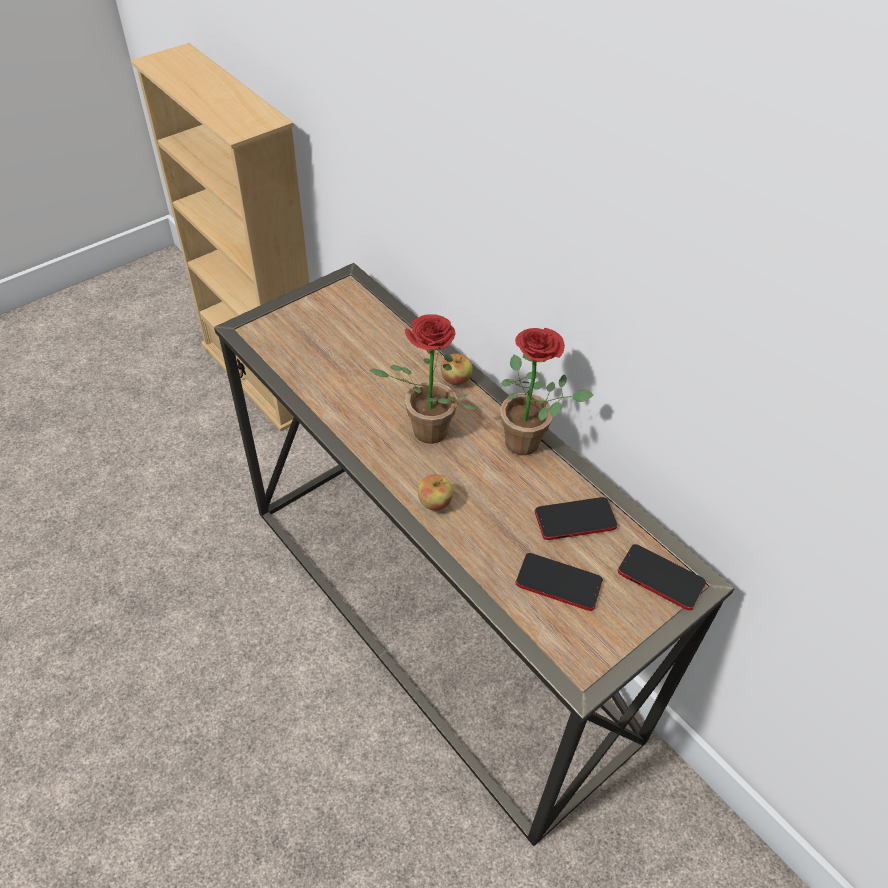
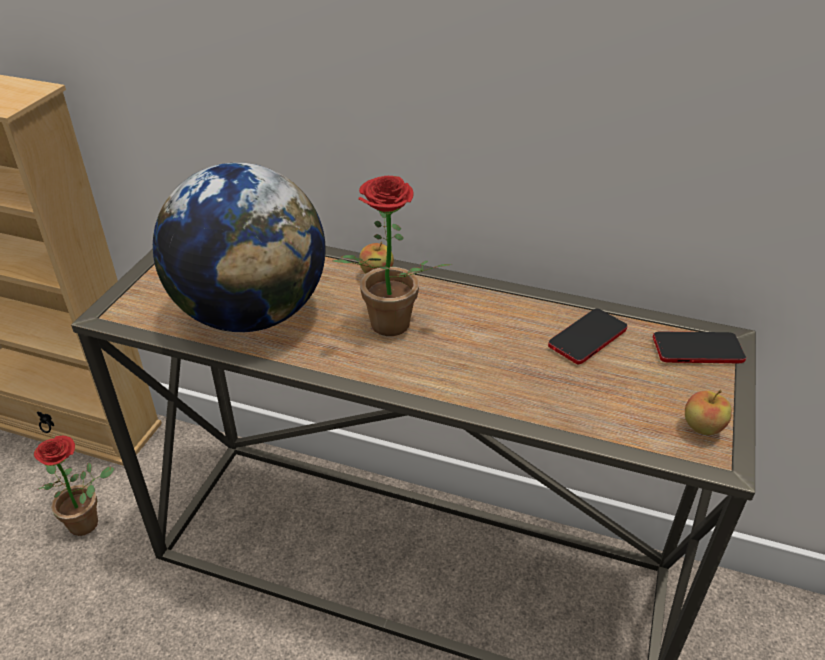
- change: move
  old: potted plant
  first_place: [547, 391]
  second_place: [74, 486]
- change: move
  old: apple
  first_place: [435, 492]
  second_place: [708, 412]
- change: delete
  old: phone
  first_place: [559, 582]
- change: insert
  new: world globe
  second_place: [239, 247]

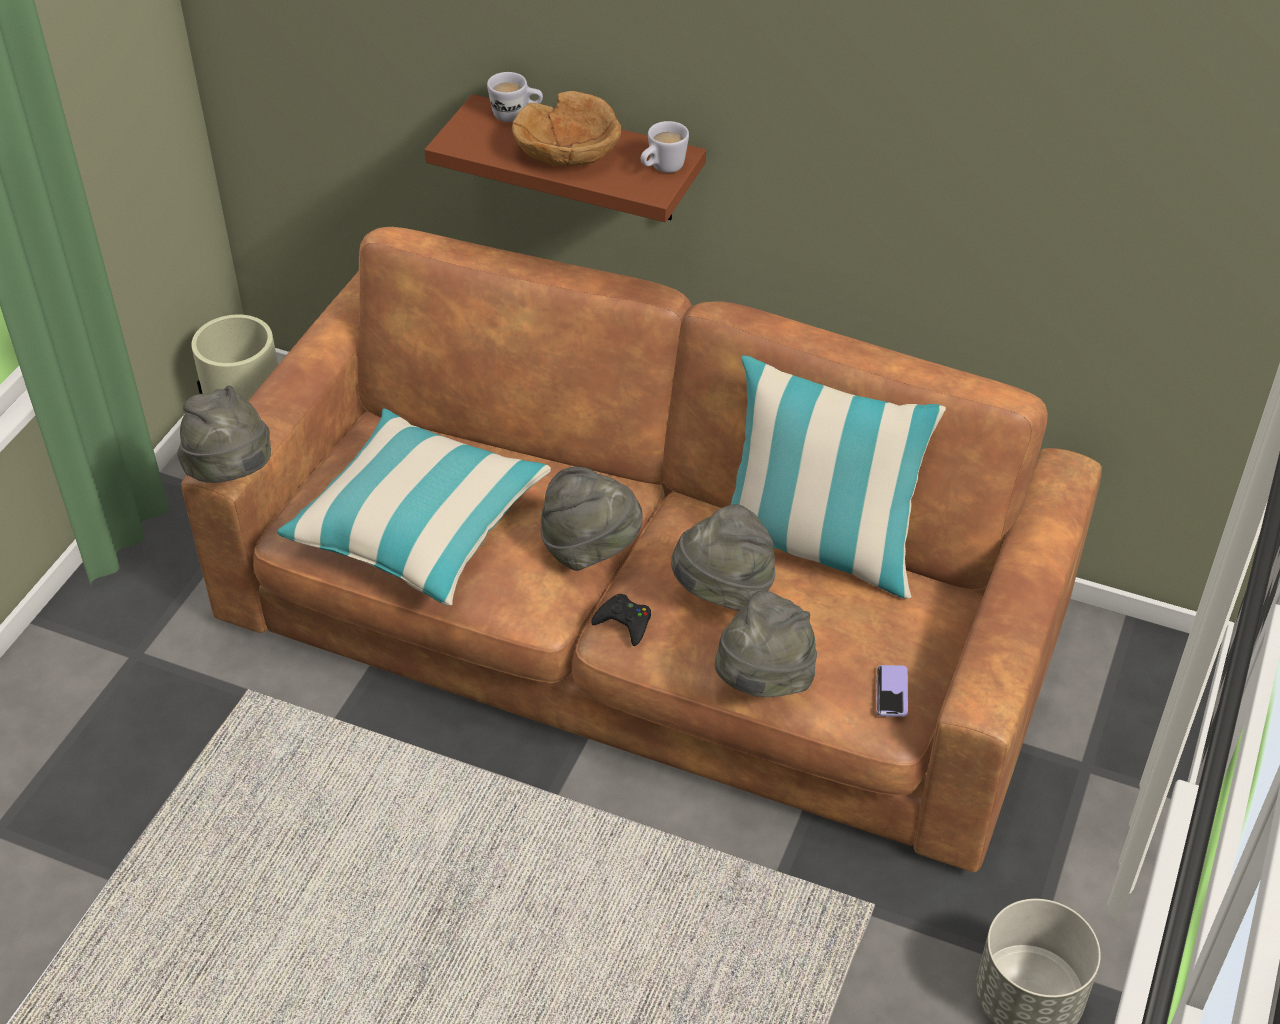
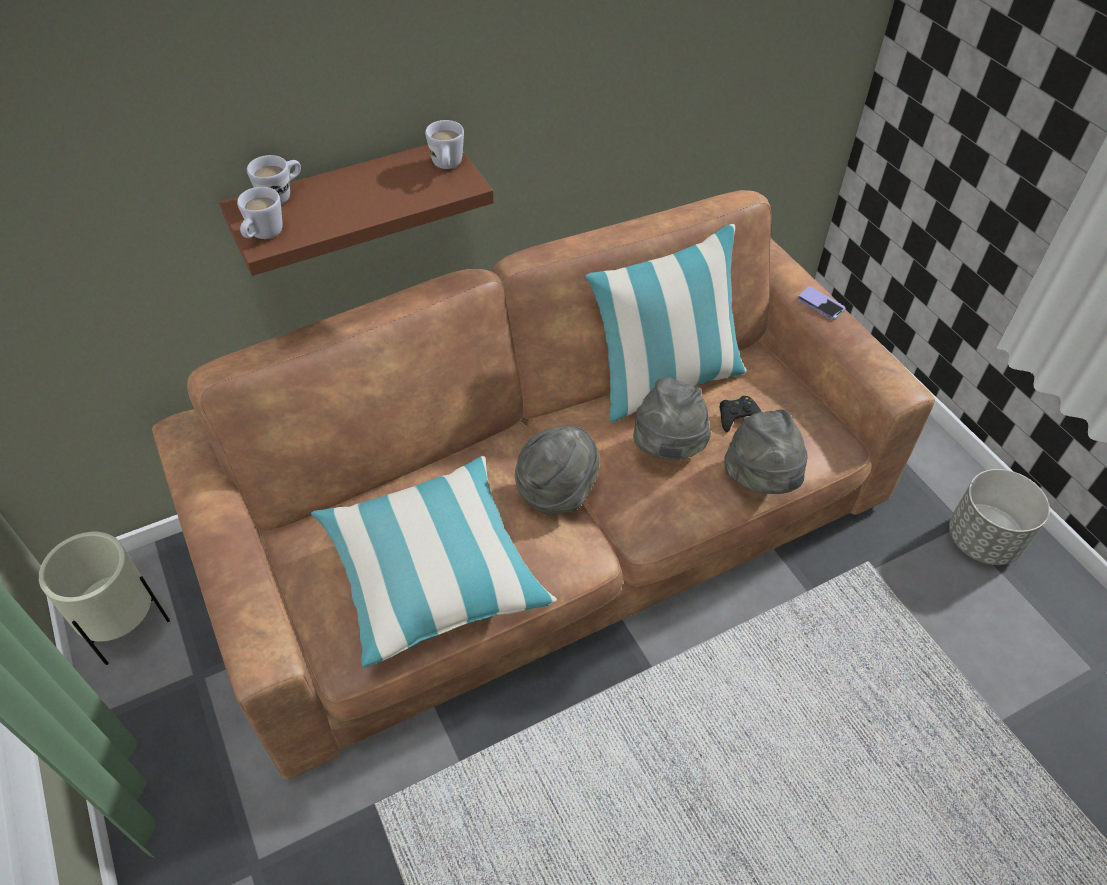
- change: delete
  old: serving bowl (brown-coloured)
  first_place: [566, 128]
- change: delete
  old: clothing hat (gray)
  first_place: [224, 434]
- change: move
  old: game controller (blackish)
  first_place: [621, 620]
  second_place: [741, 414]
- change: move
  old: phone
  first_place: [892, 691]
  second_place: [821, 303]
- change: insert
  new: mug (white)
  second_place: [260, 213]

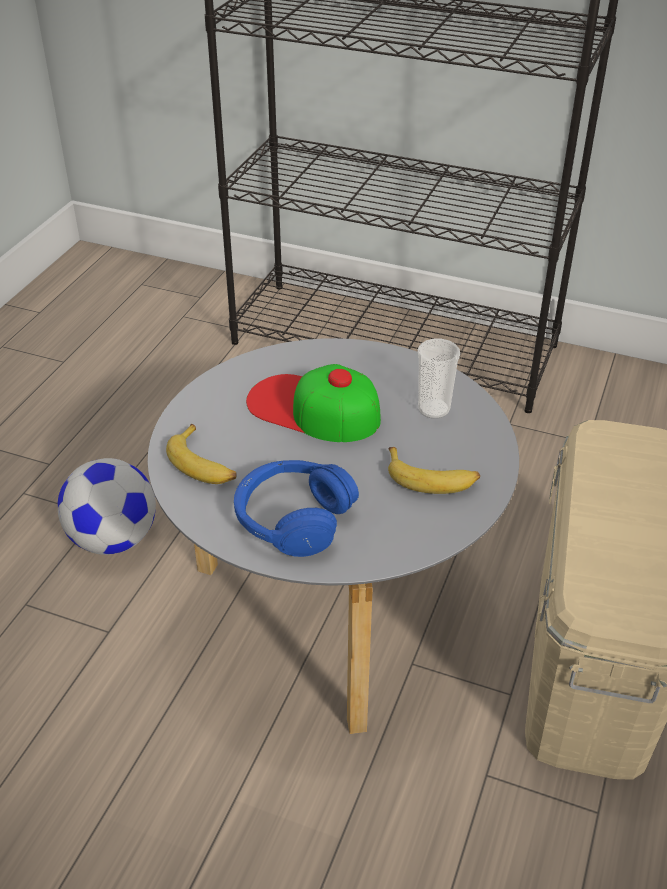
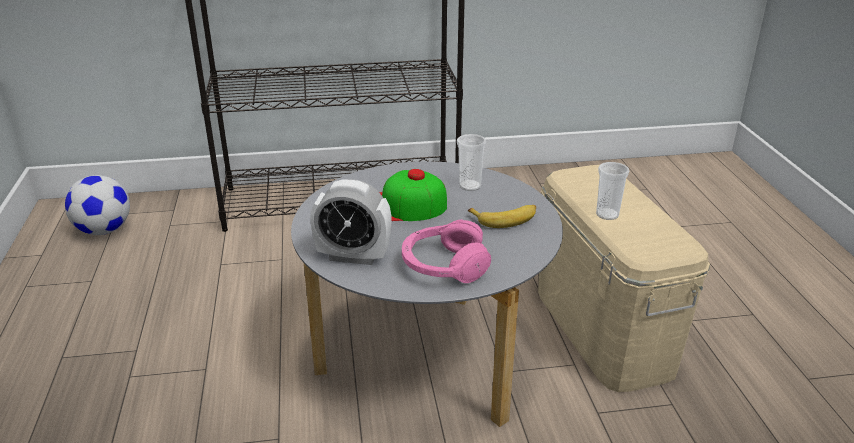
- change: replace
  old: banana
  new: bedside clock
  first_place: [201, 454]
  second_place: [350, 222]
- change: move
  old: ball for football
  first_place: [107, 506]
  second_place: [97, 205]
- change: recolor
  old: headphones (bluish)
  new: headphones (pink-coloured)
  first_place: [296, 508]
  second_place: [446, 251]
- change: insert
  new: small cup
  second_place: [612, 191]

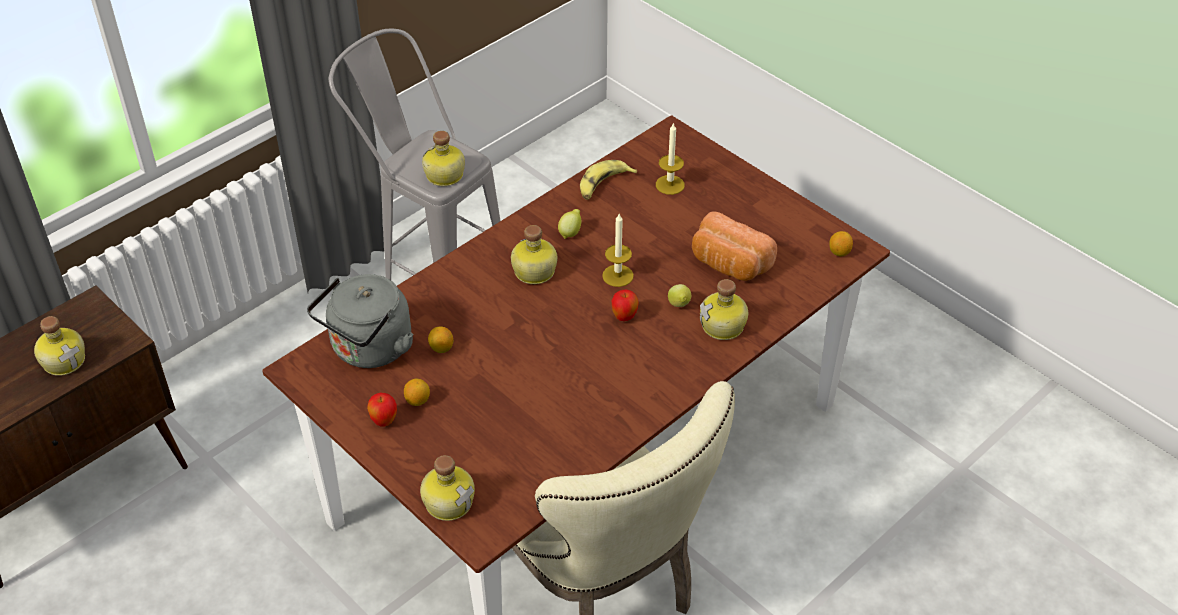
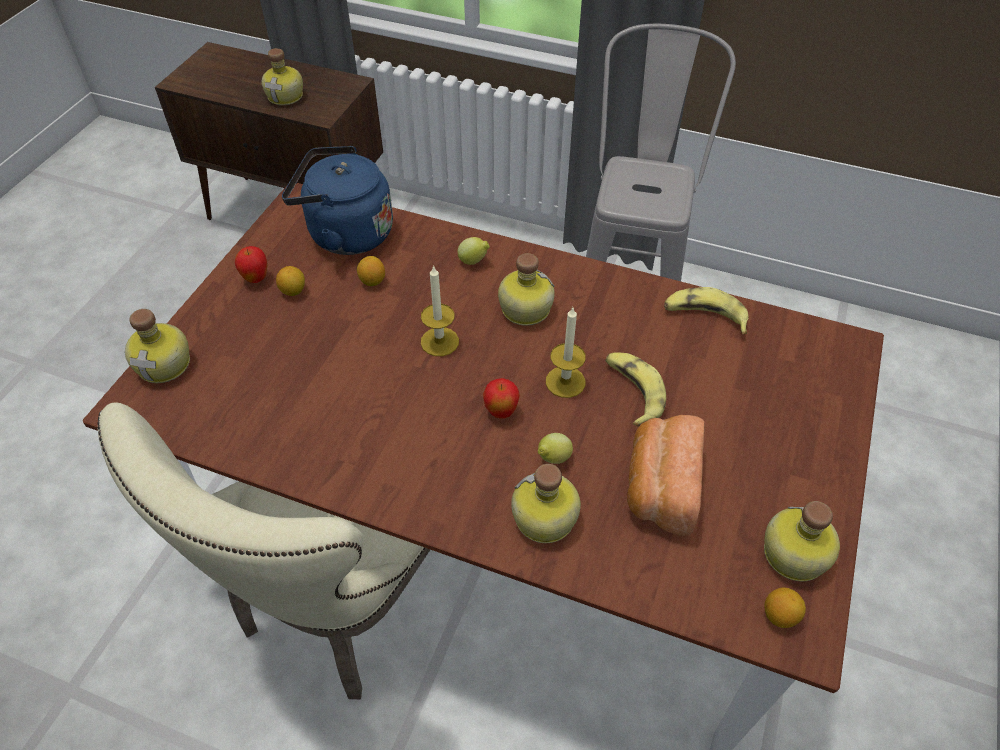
- change: move
  old: wax light
  first_place: [670, 158]
  second_place: [440, 310]
- change: move
  old: drink bottle
  first_place: [443, 158]
  second_place: [802, 541]
- change: move
  old: whole lemon
  first_place: [569, 224]
  second_place: [474, 251]
- change: recolor
  old: kettle (gray)
  new: kettle (bluish)
  first_place: [360, 321]
  second_place: [337, 200]
- change: insert
  new: banana
  second_place: [635, 389]

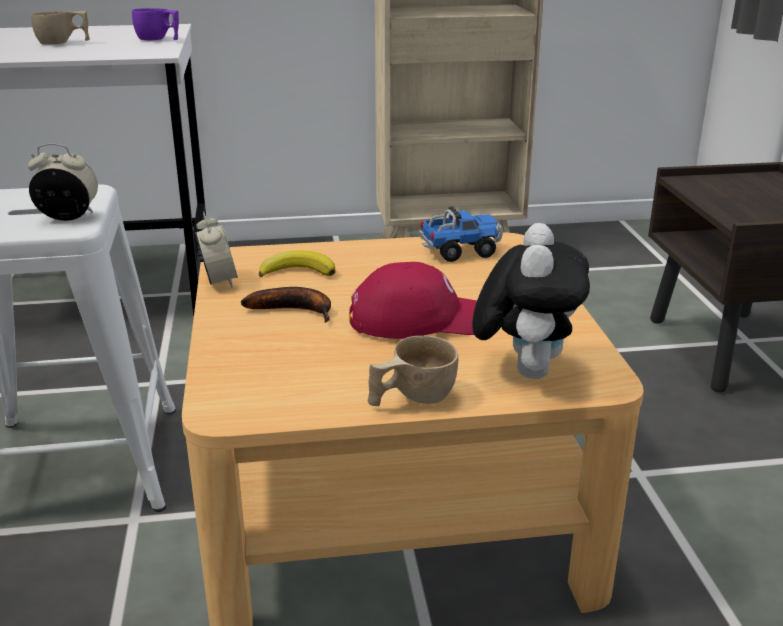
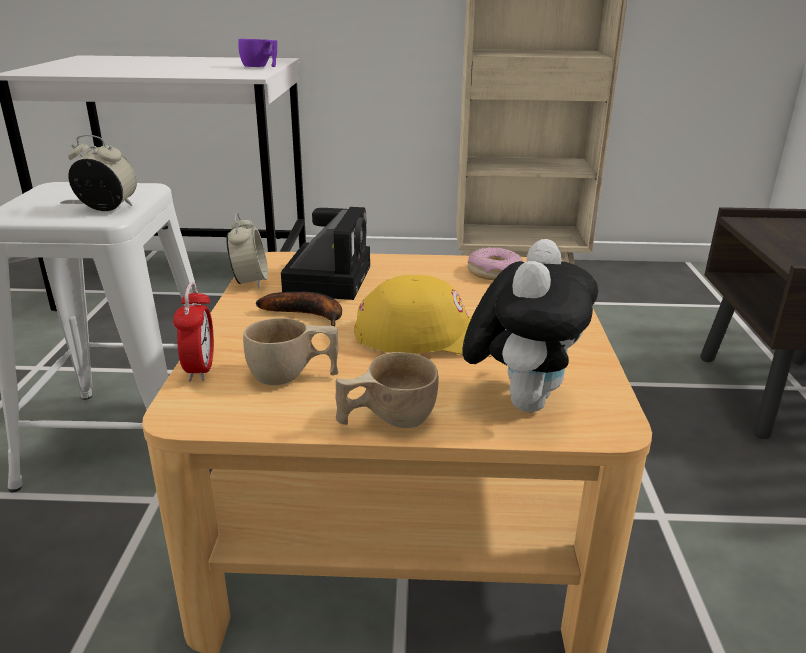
- change: move
  old: small cup (beige)
  first_place: [60, 28]
  second_place: [290, 351]
- change: replace
  old: model truck
  new: doughnut
  first_place: [461, 234]
  second_place: [495, 263]
- change: replace
  old: banana
  new: still camera
  first_place: [297, 264]
  second_place: [325, 253]
- change: recolor
  old: baseball cap (red-coloured)
  new: baseball cap (yellow)
  first_place: [413, 300]
  second_place: [423, 316]
- change: insert
  new: bedside clock
  second_place: [193, 332]

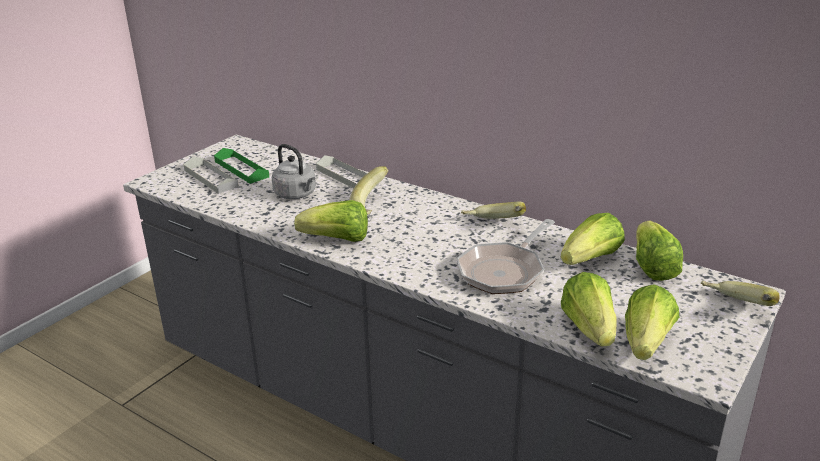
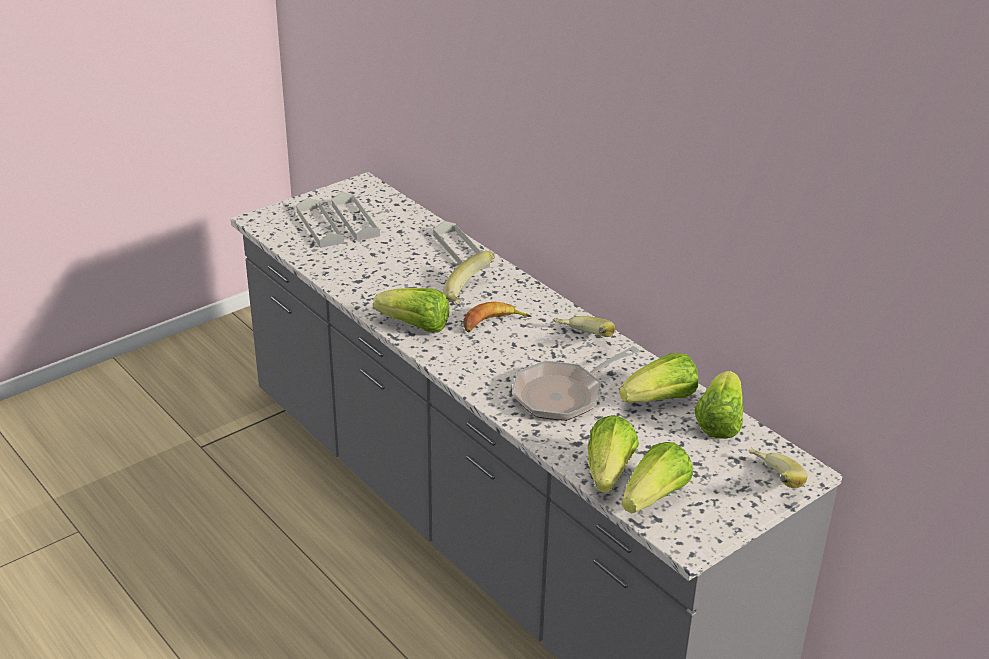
- change: delete
  old: kettle (gray)
  first_place: [294, 171]
- change: recolor
  old: tray (green)
  new: tray (gray)
  first_place: [241, 166]
  second_place: [355, 216]
- change: insert
  new: banana
  second_place: [497, 317]

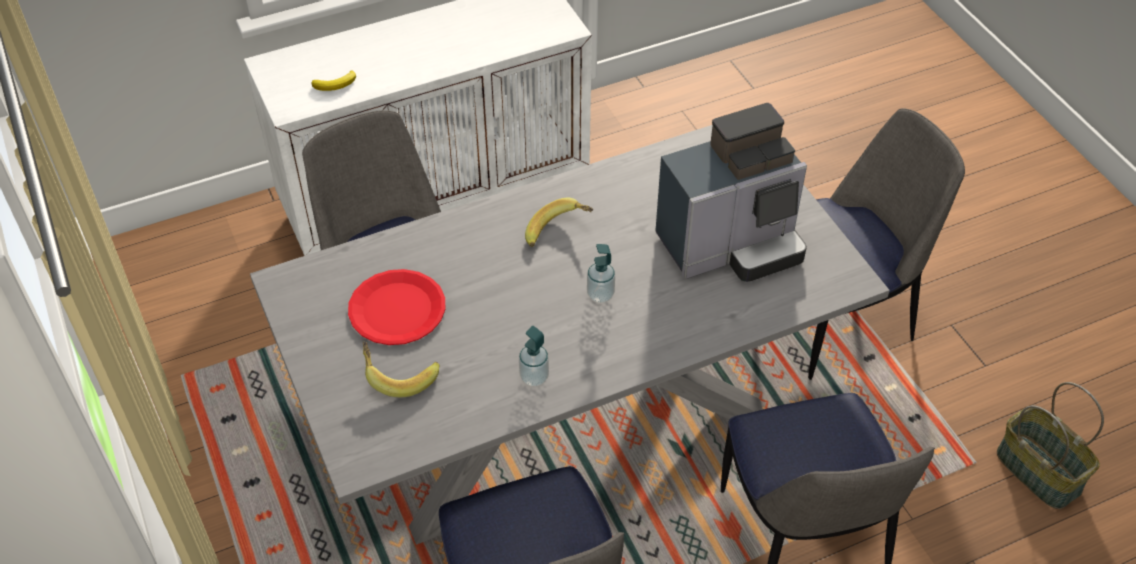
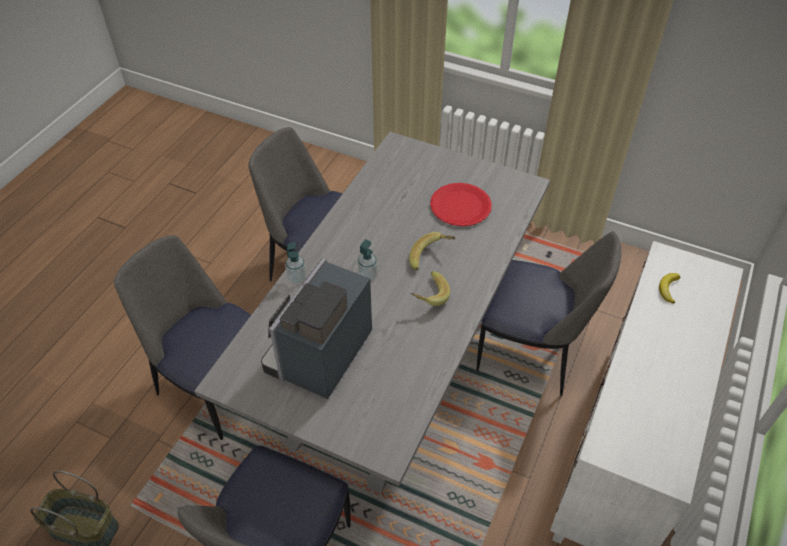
- change: move
  old: soap bottle
  first_place: [534, 356]
  second_place: [296, 263]
- change: move
  old: banana
  first_place: [401, 369]
  second_place: [432, 251]

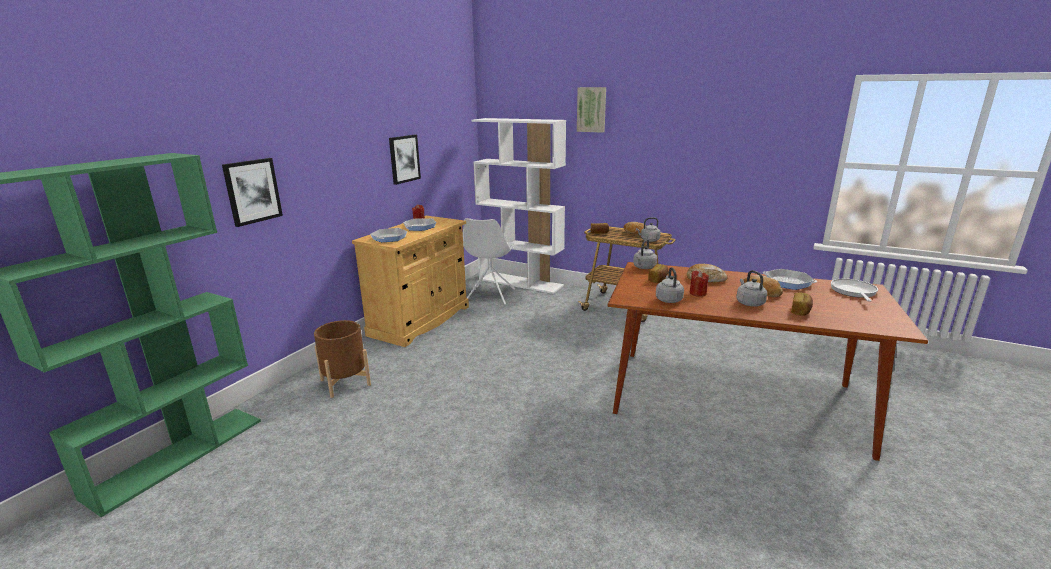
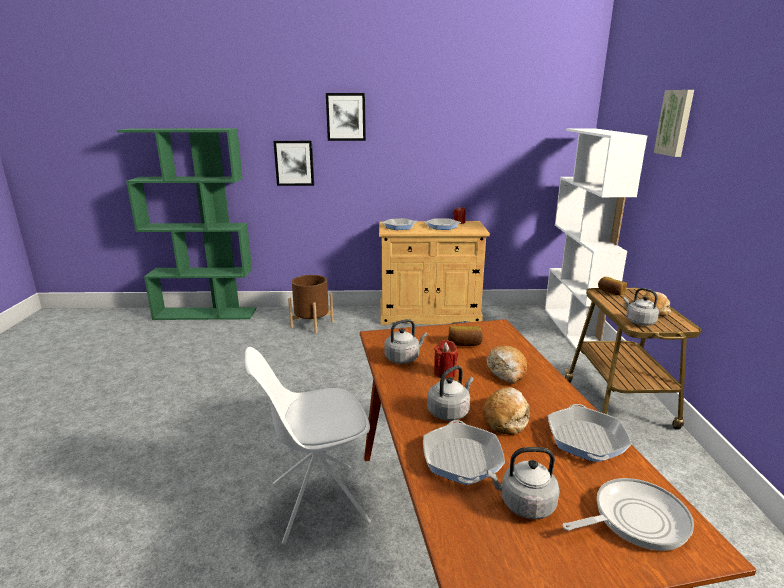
- change: move
  old: picture
  first_place: [405, 160]
  second_place: [346, 117]
- change: move
  old: chair (white)
  first_place: [489, 261]
  second_place: [308, 446]
- change: move
  old: kettle (gray)
  first_place: [645, 254]
  second_place: [523, 483]
- change: replace
  old: bread
  new: skillet
  first_place: [802, 304]
  second_place: [464, 452]

